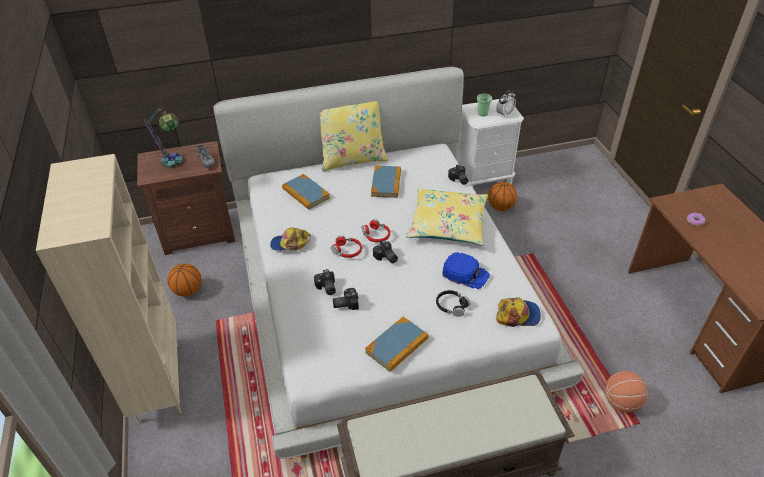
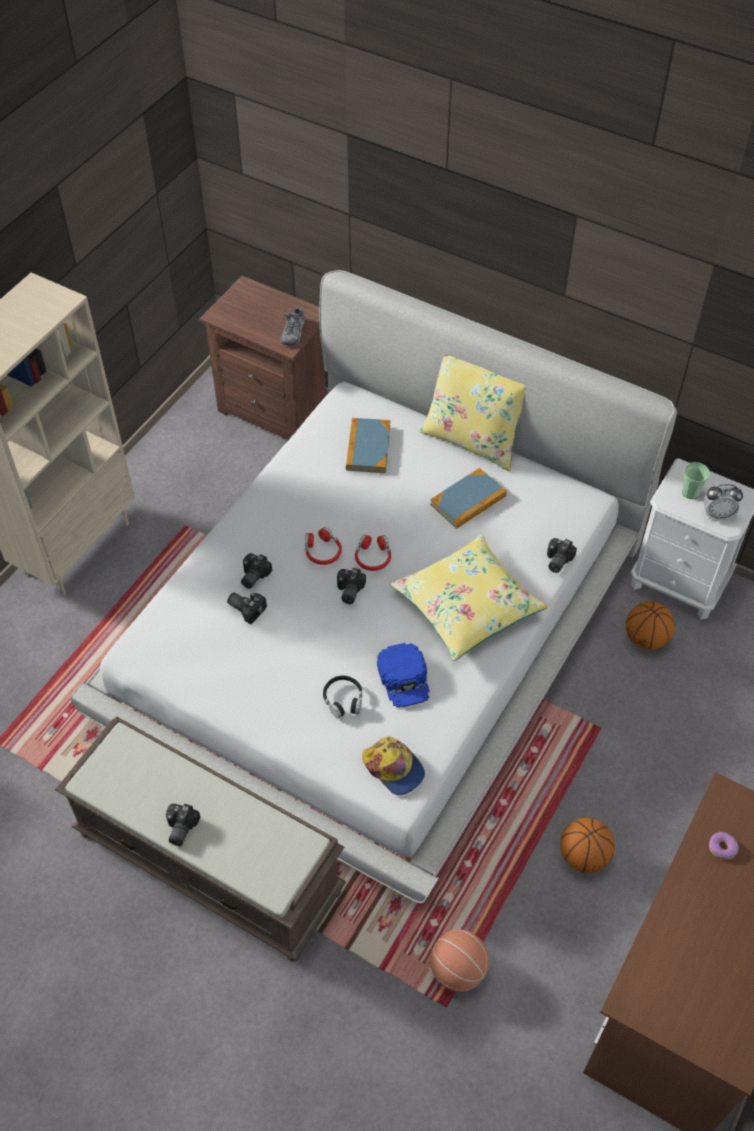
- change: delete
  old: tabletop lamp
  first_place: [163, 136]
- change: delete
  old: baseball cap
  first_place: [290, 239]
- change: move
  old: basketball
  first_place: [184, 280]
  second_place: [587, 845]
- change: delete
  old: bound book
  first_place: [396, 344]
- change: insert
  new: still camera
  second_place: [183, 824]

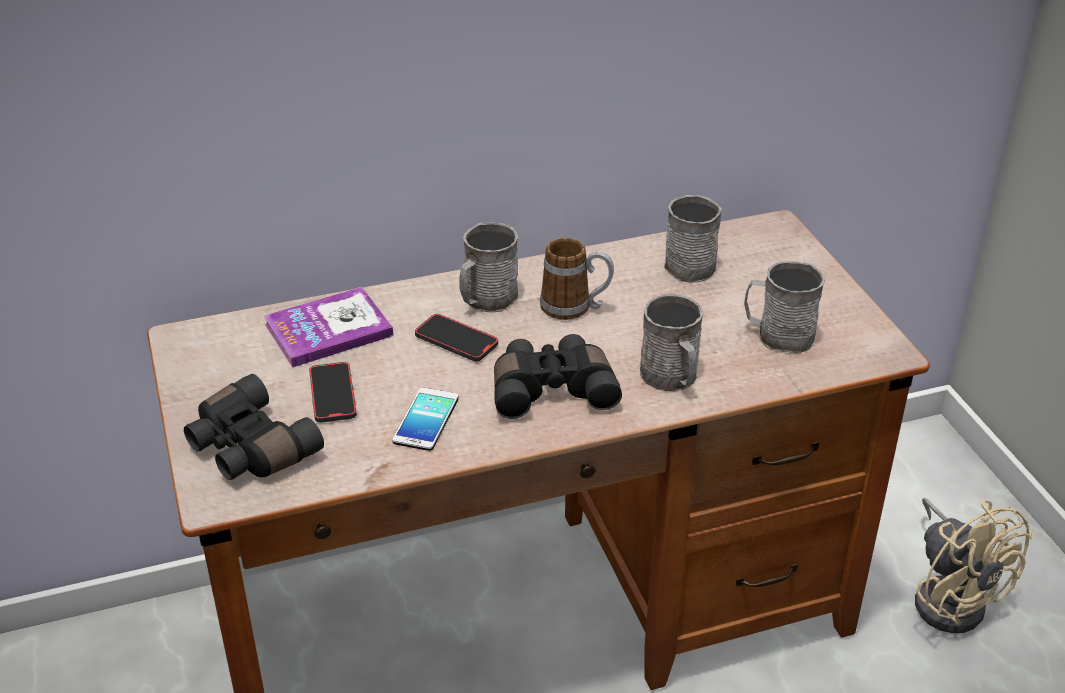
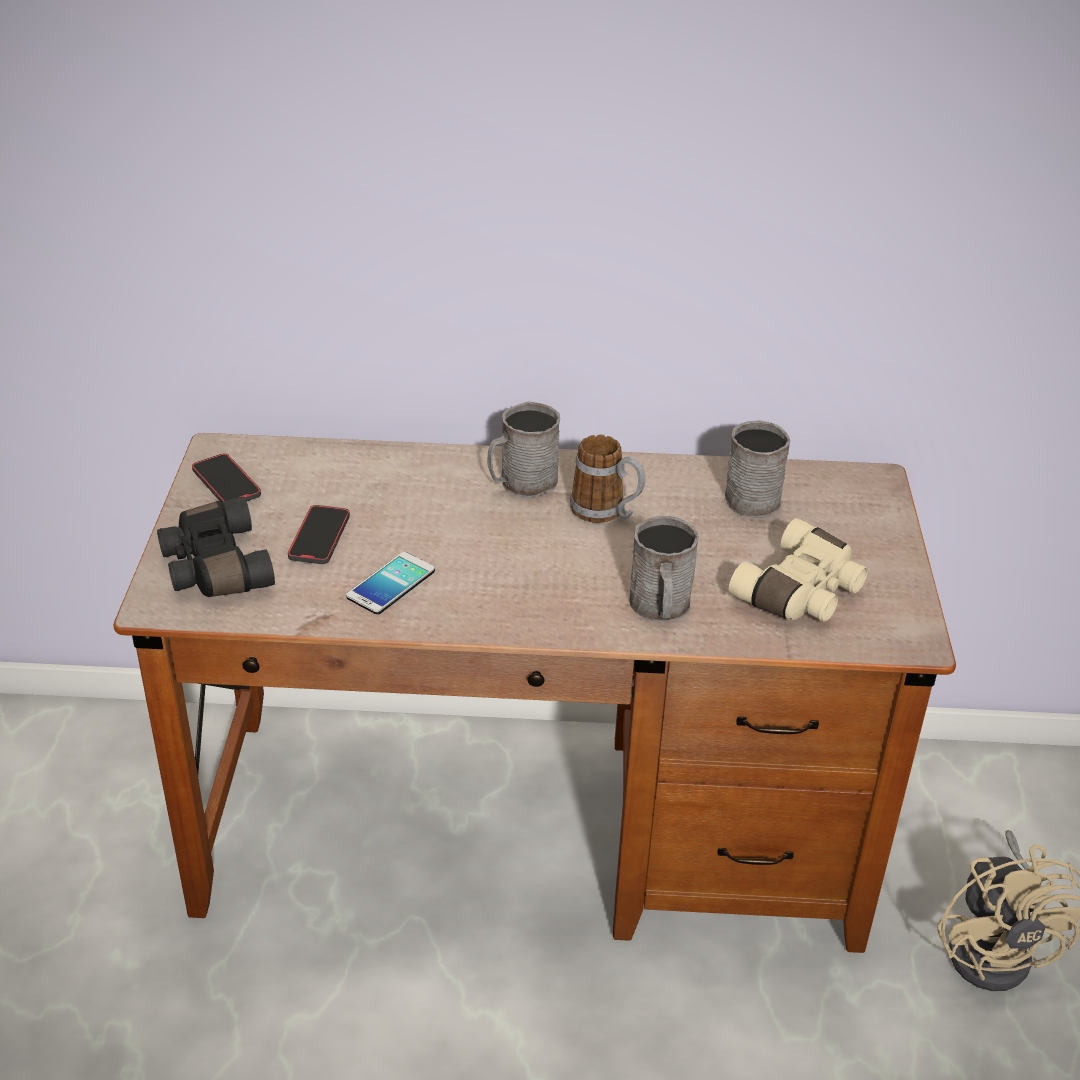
- change: replace
  old: mug (gray)
  new: pair of binoculars (beige)
  first_place: [784, 307]
  second_place: [798, 570]
- change: delete
  old: bound book
  first_place: [328, 327]
- change: move
  old: phone
  first_place: [456, 337]
  second_place: [226, 477]
- change: delete
  old: pair of binoculars (blackish)
  first_place: [558, 376]

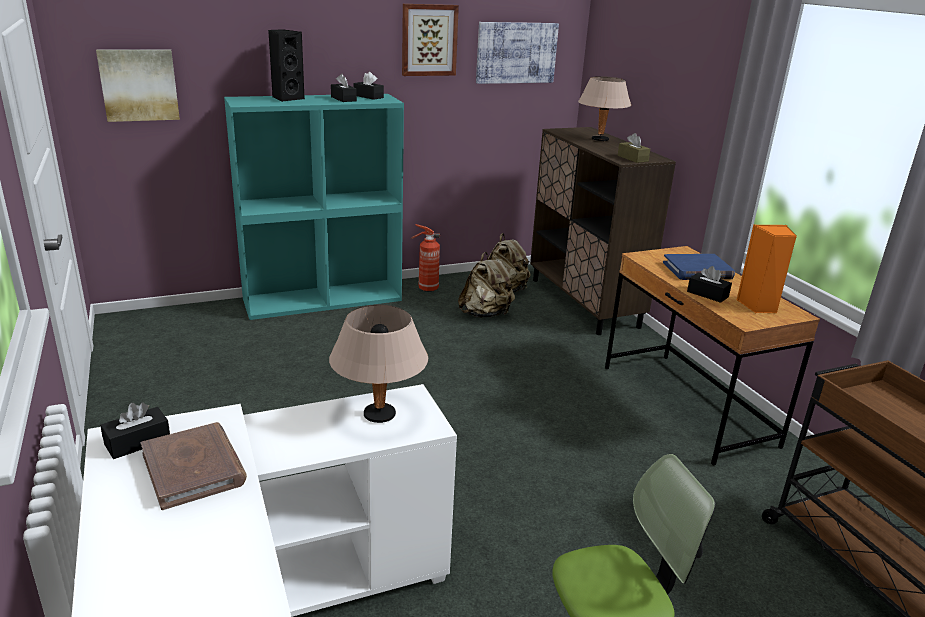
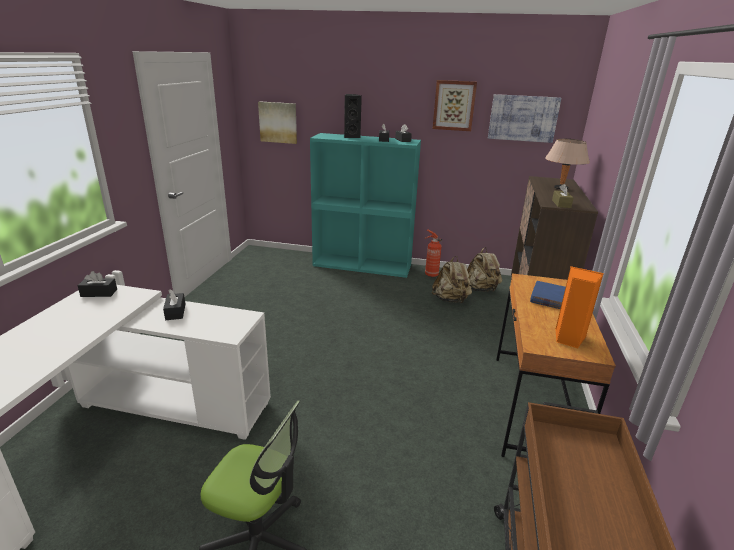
- change: move
  old: tissue box (blackish)
  first_place: [709, 284]
  second_place: [174, 304]
- change: delete
  old: tabletop lamp (beige)
  first_place: [378, 364]
- change: delete
  old: bound book (brown-coloured)
  first_place: [194, 466]

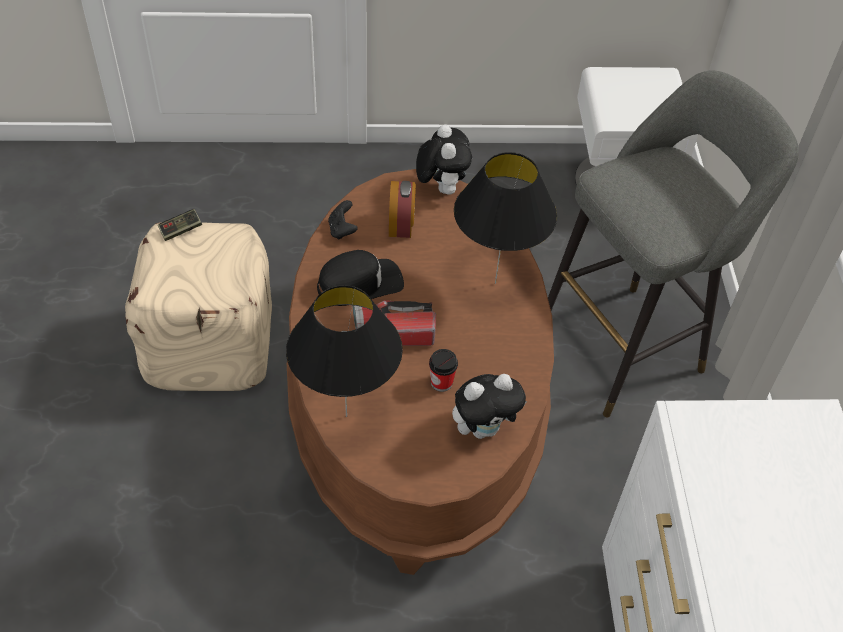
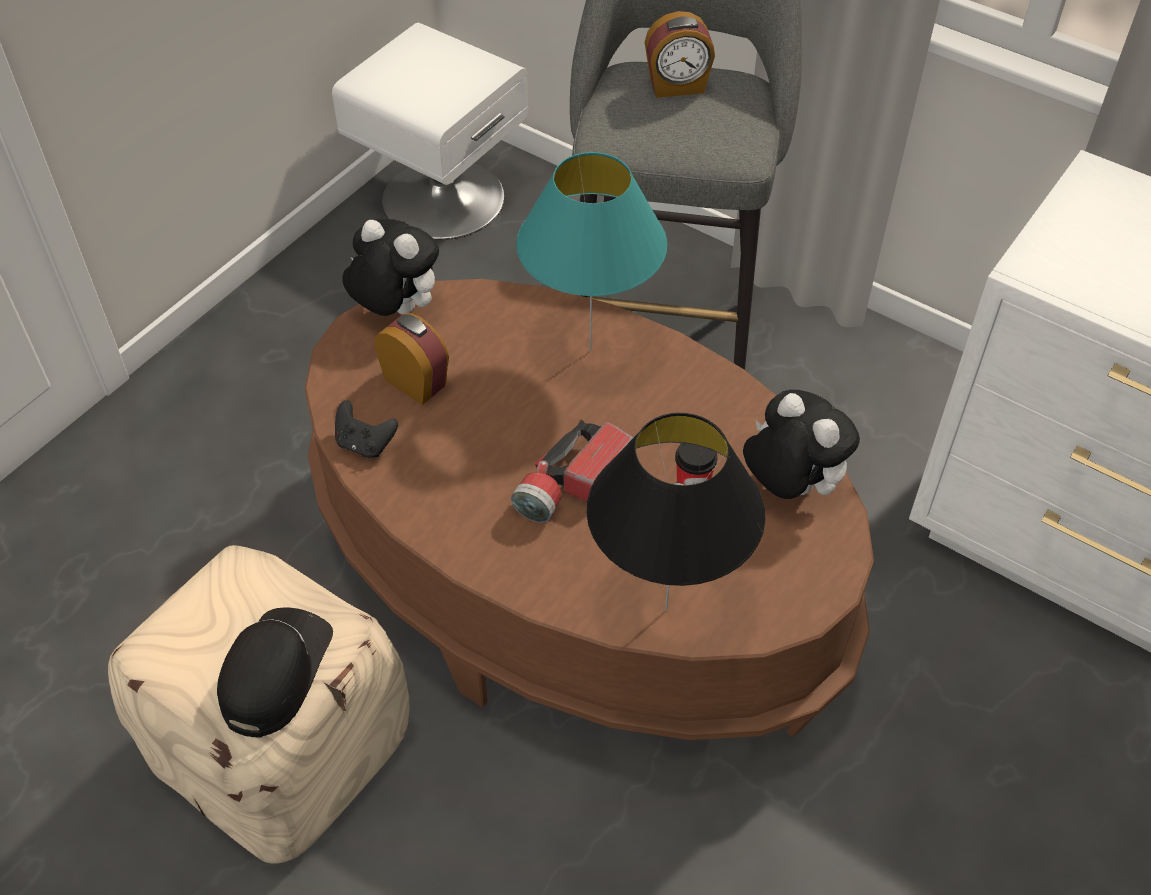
- change: recolor
  old: tabletop lamp (blackish)
  new: tabletop lamp (turquoise-coloured)
  first_place: [505, 218]
  second_place: [591, 252]
- change: delete
  old: game controller
  first_place: [180, 225]
- change: move
  old: baseball cap (blackish)
  first_place: [360, 278]
  second_place: [275, 673]
- change: rotate
  old: cuddly toy
  first_place: [489, 406]
  second_place: [801, 444]
  degrees: -60
- change: insert
  new: bedside clock
  second_place: [680, 54]

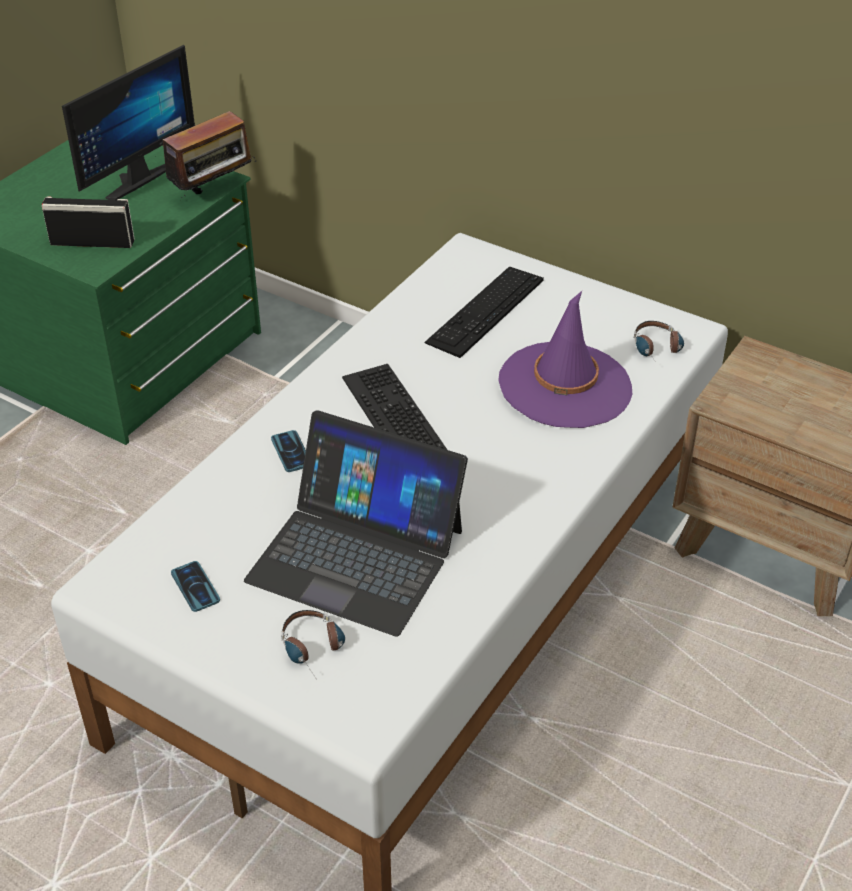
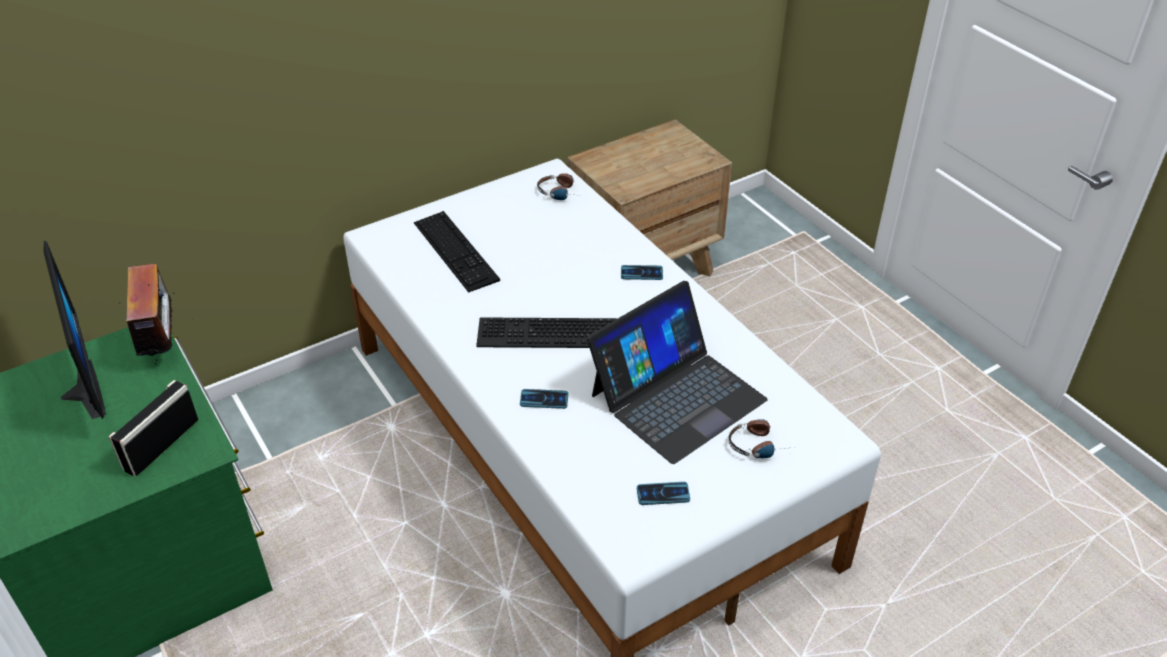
- change: delete
  old: clothing hat (purplish)
  first_place: [565, 359]
- change: insert
  new: phone
  second_place: [642, 272]

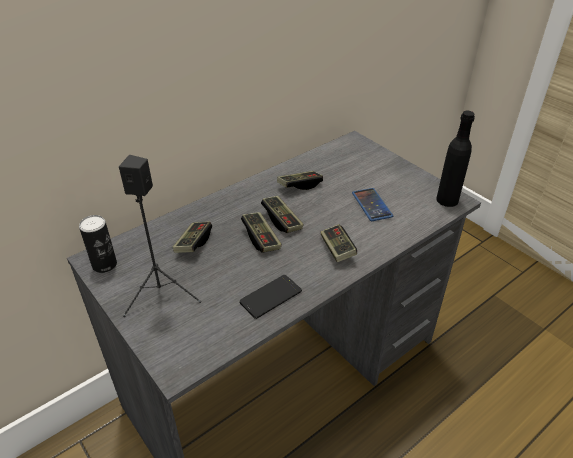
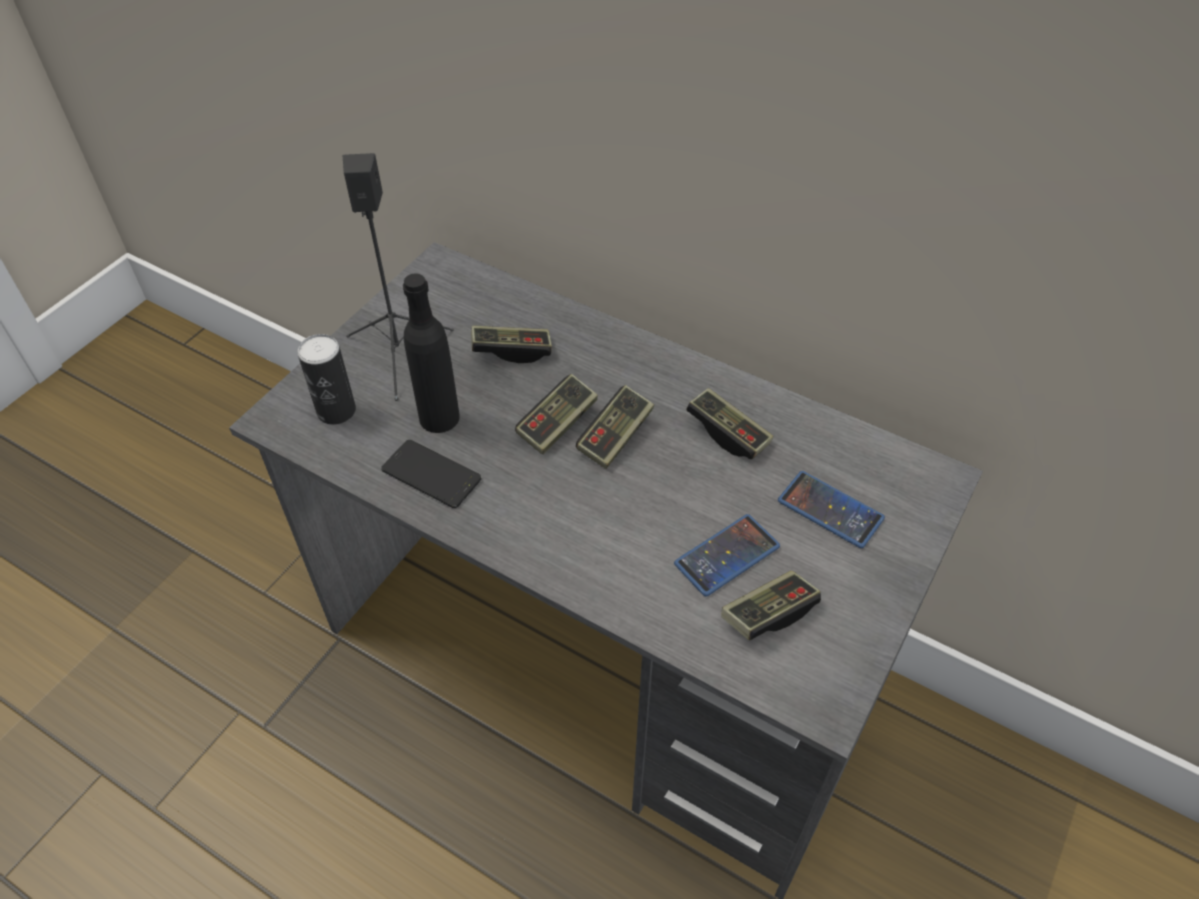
- change: move
  old: drink bottle (blackish)
  first_place: [455, 159]
  second_place: [431, 353]
- change: move
  old: sealed can
  first_place: [98, 244]
  second_place: [326, 379]
- change: move
  old: game controller
  first_place: [338, 243]
  second_place: [771, 605]
- change: insert
  new: phone
  second_place: [831, 509]

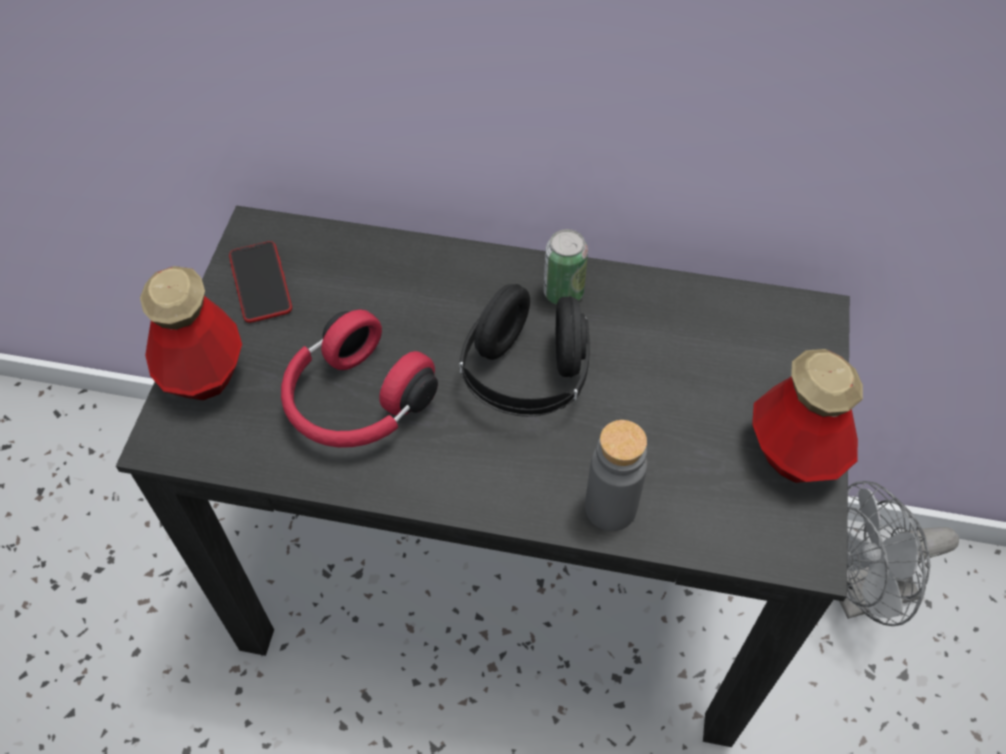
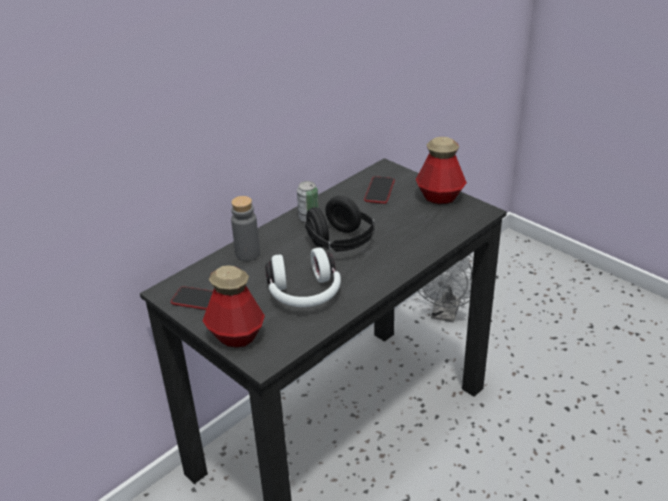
- change: recolor
  old: headphones (red-coloured)
  new: headphones (white)
  first_place: [359, 378]
  second_place: [303, 277]
- change: move
  old: drink bottle (gray)
  first_place: [616, 475]
  second_place: [245, 228]
- change: insert
  new: phone
  second_place: [379, 190]

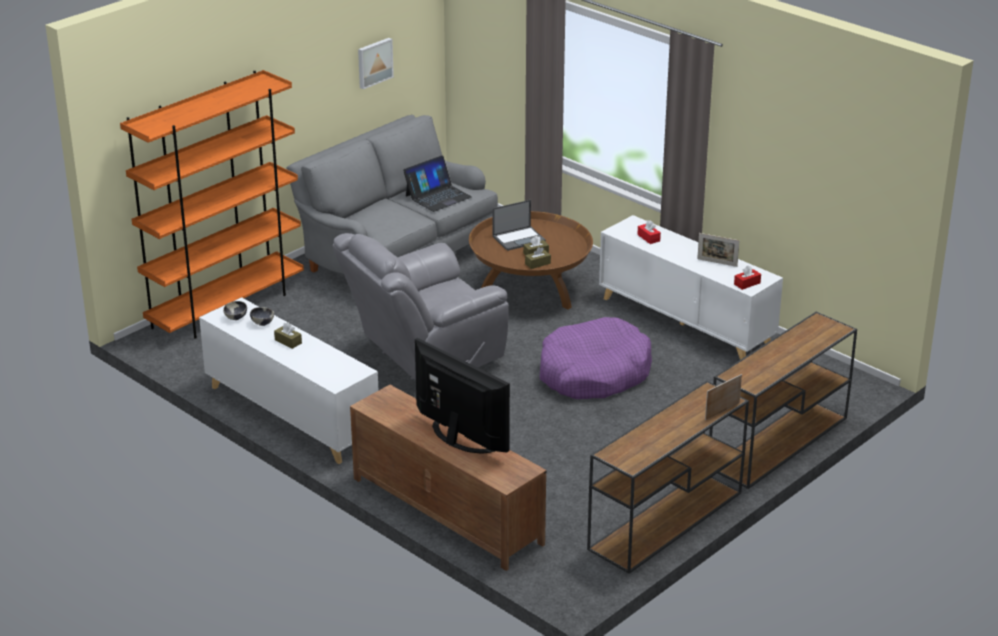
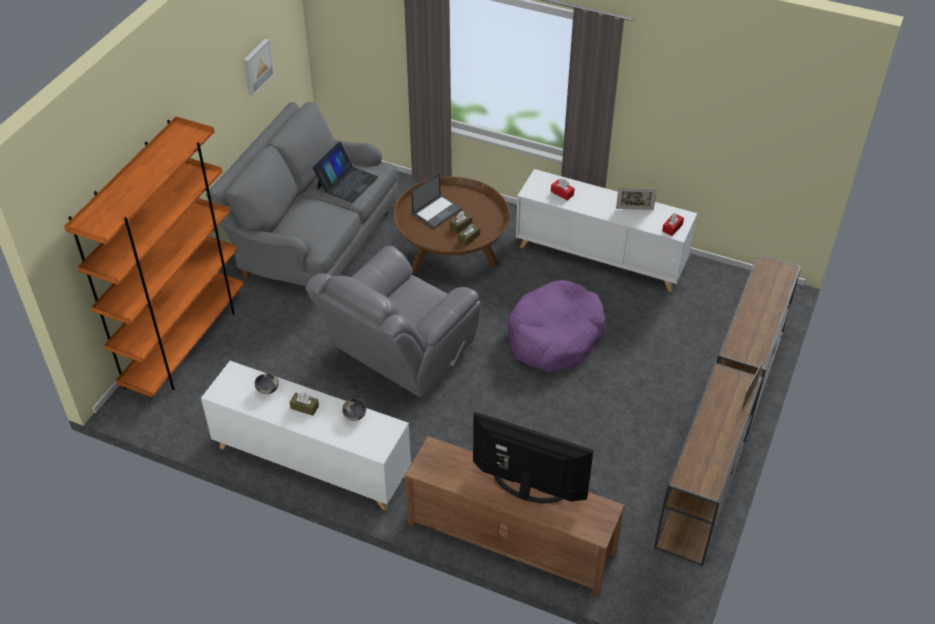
- change: move
  old: serving bowl
  first_place: [235, 310]
  second_place: [354, 410]

